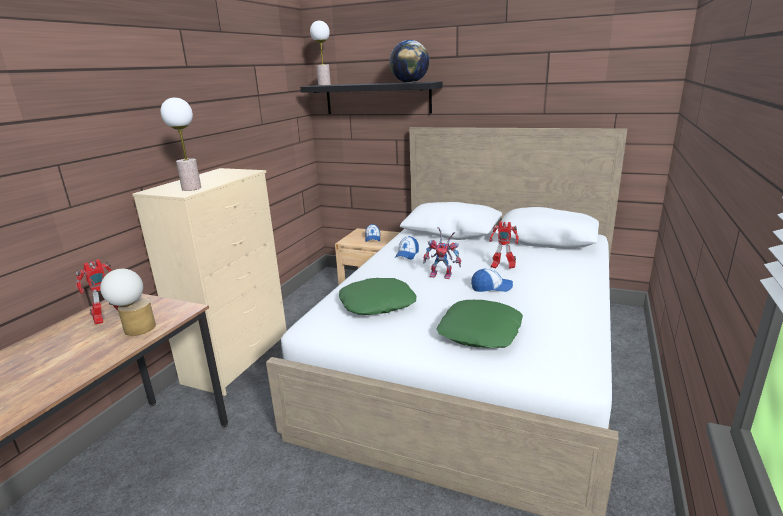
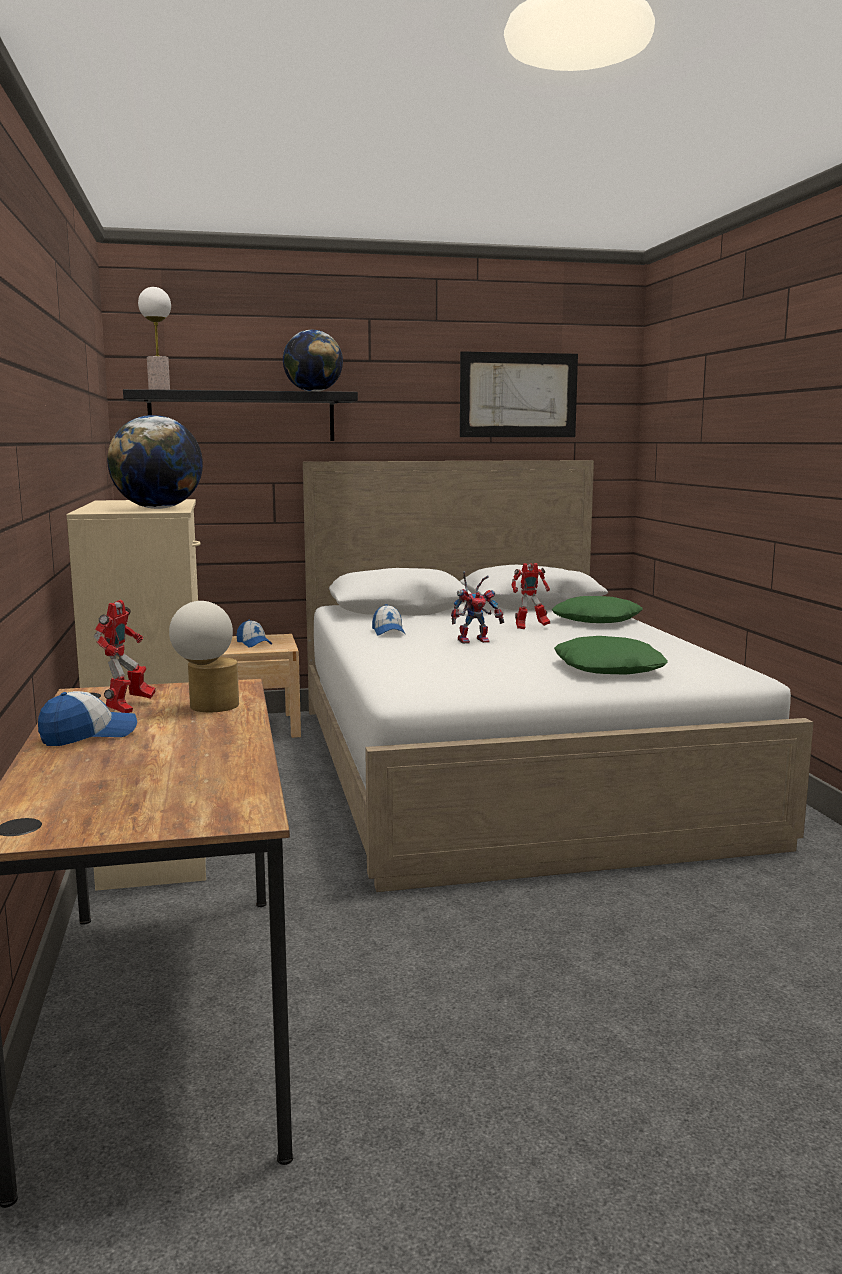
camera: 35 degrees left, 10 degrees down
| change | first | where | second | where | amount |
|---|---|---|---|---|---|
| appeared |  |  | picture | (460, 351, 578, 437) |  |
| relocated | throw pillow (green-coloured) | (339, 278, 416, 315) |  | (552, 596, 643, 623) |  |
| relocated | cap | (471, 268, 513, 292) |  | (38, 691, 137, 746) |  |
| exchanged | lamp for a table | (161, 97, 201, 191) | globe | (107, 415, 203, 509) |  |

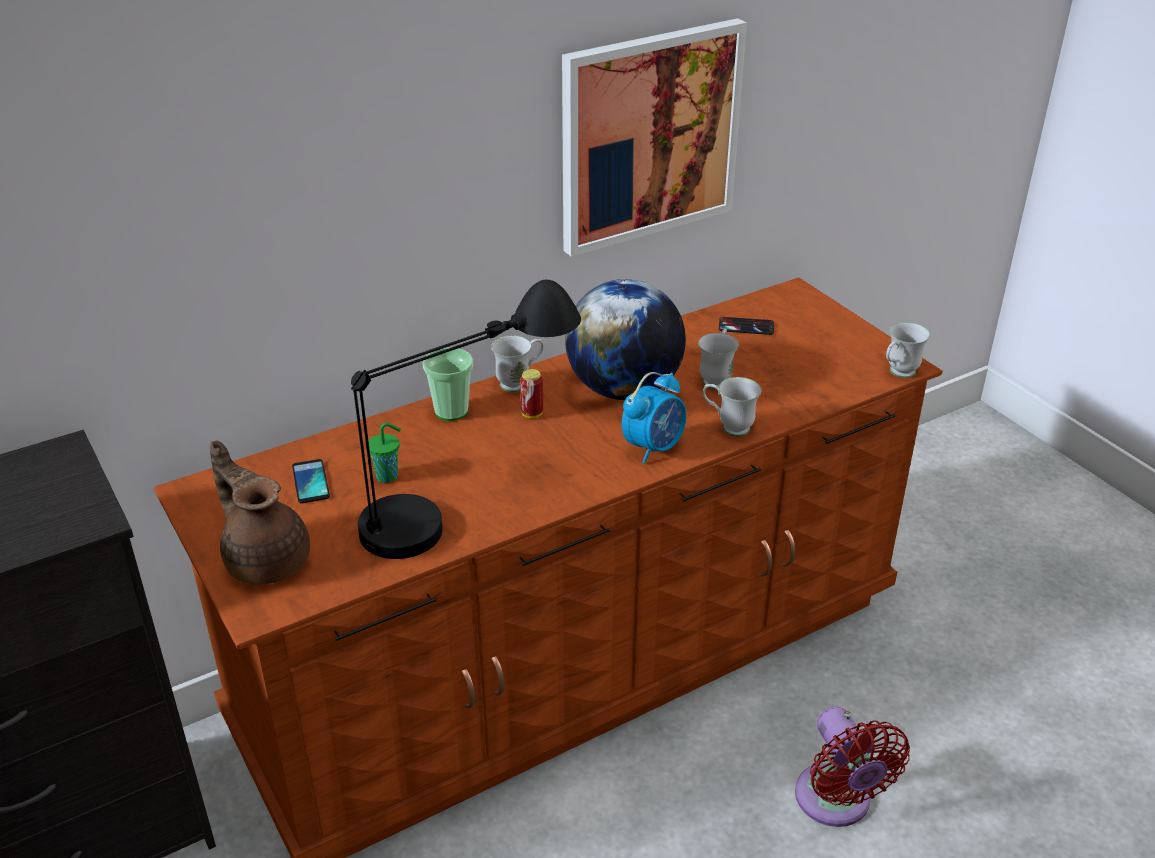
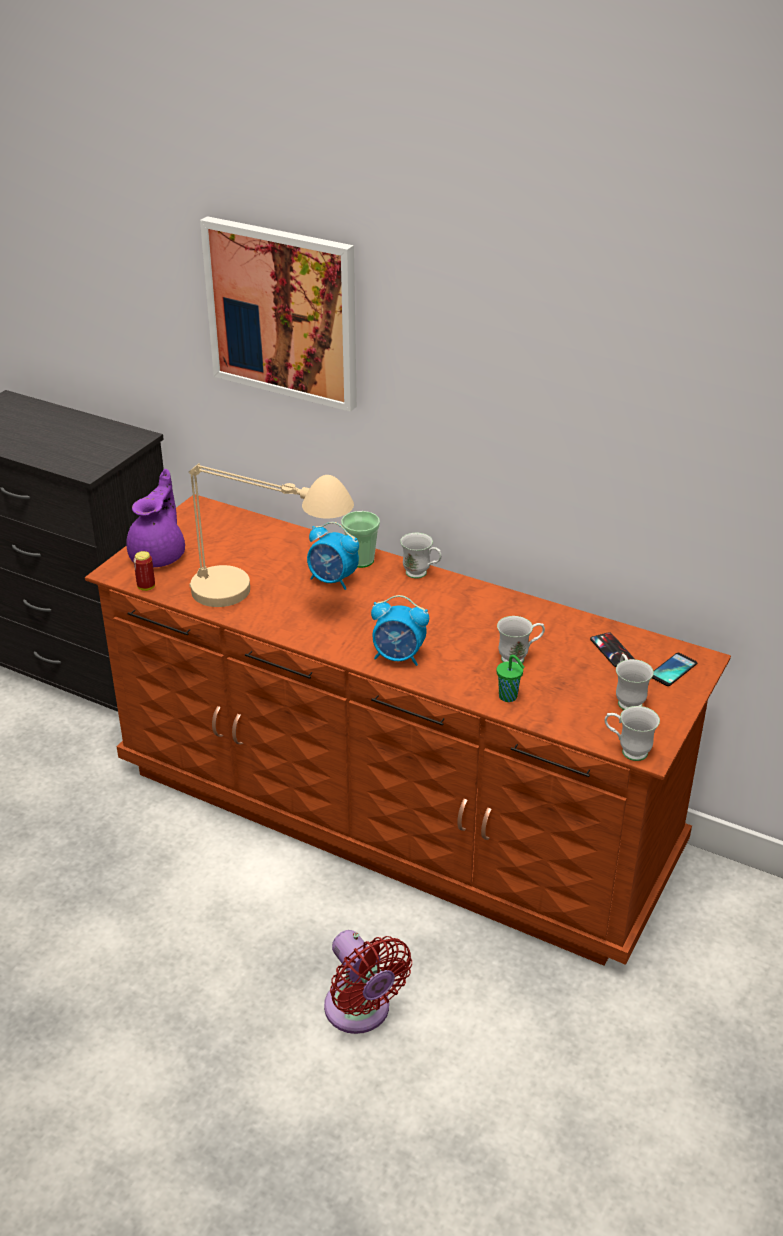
camera: 60 degrees right, 0 degrees up
| change | first | where | second | where | amount |
|---|---|---|---|---|---|
| missing | globe | (565, 279, 686, 400) |  |  |  |
| appeared |  |  | table clock | (307, 522, 359, 590) |  |
| relocated | telephone | (292, 459, 330, 503) |  | (652, 653, 697, 686) |  |
| relocated | small cup (green-coloured) | (369, 423, 401, 483) |  | (497, 655, 525, 702) |  |
| relocated | can | (520, 369, 543, 418) |  | (133, 551, 155, 591) |  |
| relocated | picture | (562, 18, 747, 257) |  | (200, 216, 357, 412) |  |
| relocated | tea mug (whitish) | (703, 377, 761, 437) |  | (616, 654, 654, 710) |  |
| colour | tea pot (brown) | (210, 440, 310, 585) | tea pot (purplish) | (127, 469, 185, 567) |  |
| colour | lamp for a table (black-coloured) | (351, 280, 581, 559) | lamp for a table (beige) | (189, 463, 354, 607) |  |
| spun | cooling fan (red) | (795, 707, 910, 827) |  | (324, 930, 412, 1034) | 75 degrees counterclockwise |

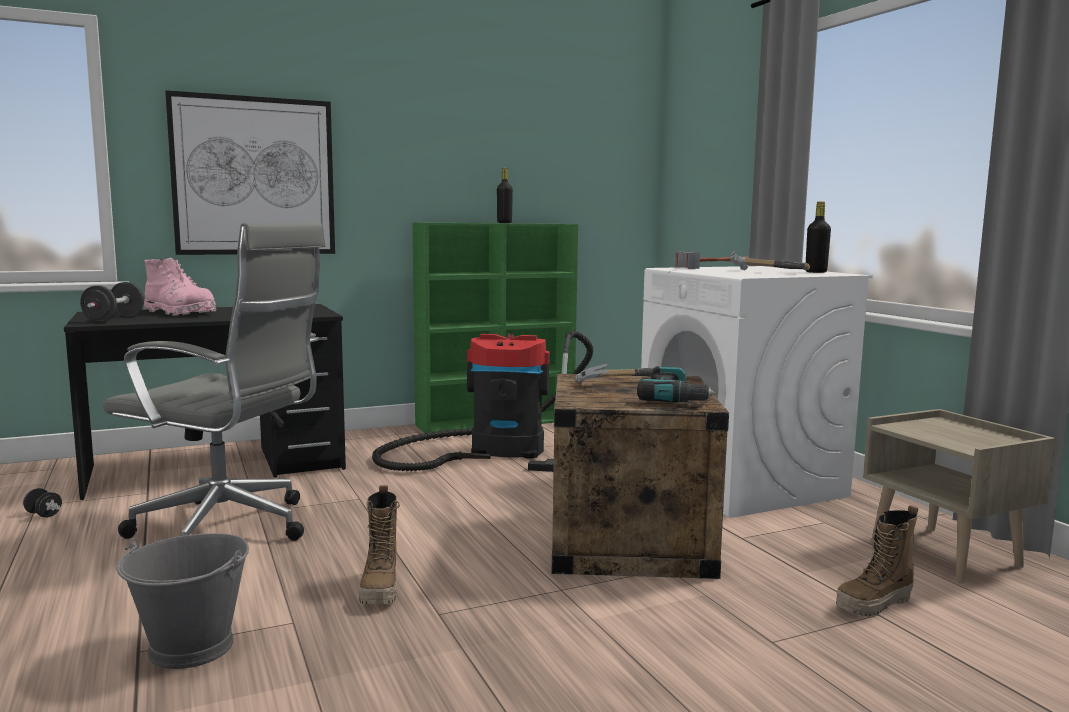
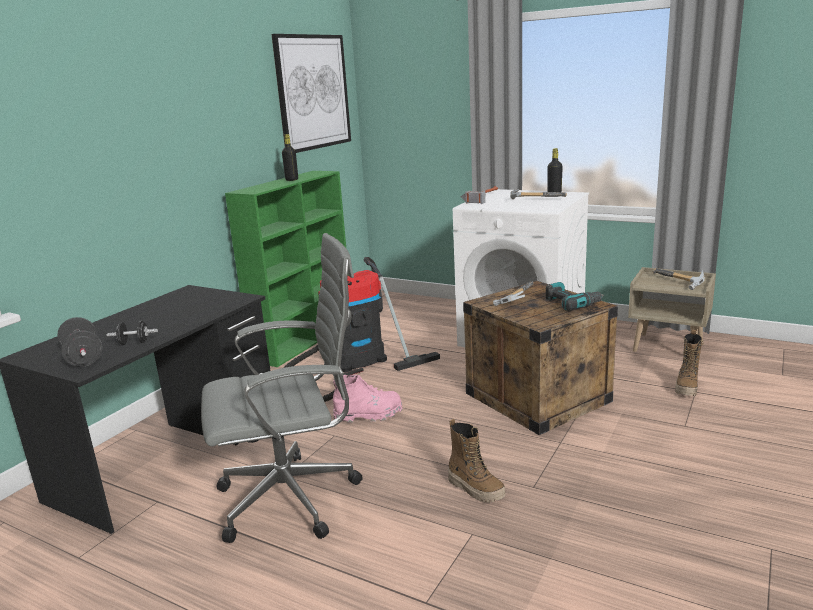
camera: 35 degrees left, 10 degrees up
| change | first | where | second | where | amount |
|---|---|---|---|---|---|
| missing | pail (gray) | (116, 533, 249, 669) |  |  |  |
| appeared |  |  | hand hammer | (653, 268, 705, 290) |  |
| relocated | dumbbell (black-coloured) | (23, 488, 62, 517) |  | (107, 321, 158, 345) |  |
| relocated | high-top boot (pink-coloured) | (144, 258, 216, 316) |  | (333, 375, 402, 423) |  |
| relocated | picture | (165, 90, 335, 255) |  | (271, 34, 351, 153) |  |

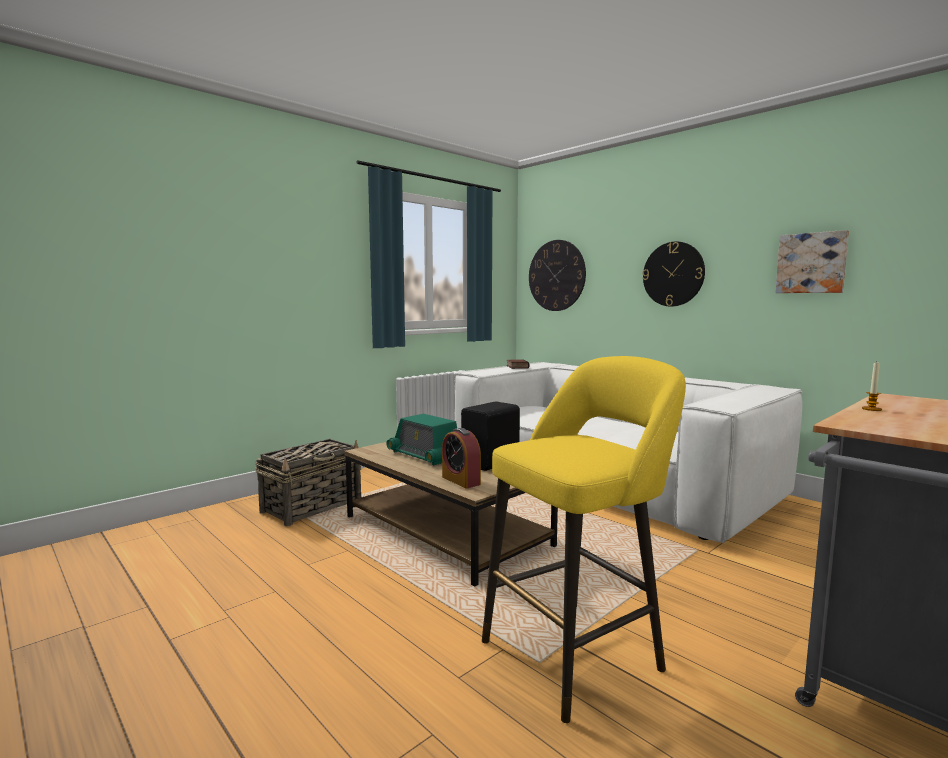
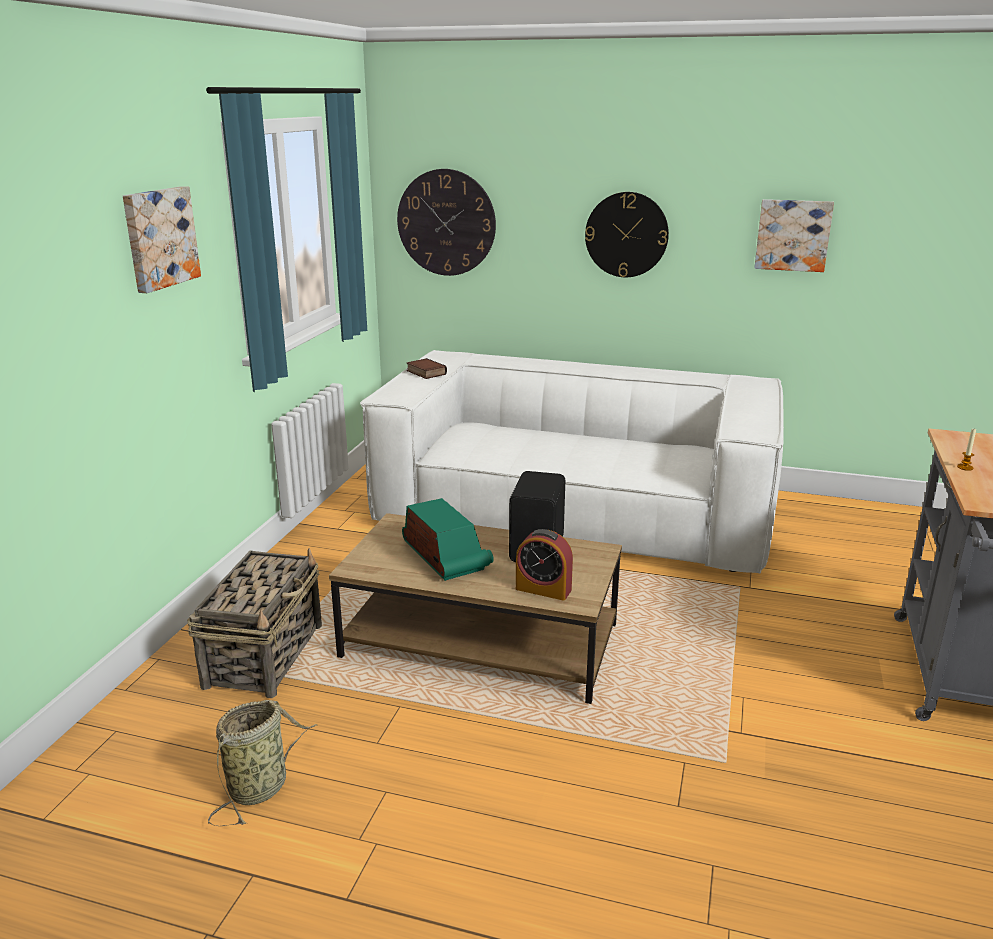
camera: 30 degrees left, 15 degrees up
| change | first | where | second | where | amount |
|---|---|---|---|---|---|
| missing | stool (yellow-coloured) | (482, 356, 686, 723) |  |  |  |
| appeared |  |  | picture | (123, 186, 201, 293) |  |
| appeared |  |  | household basket | (208, 700, 318, 826) |  |
| spun | radio | (386, 414, 457, 465) |  | (402, 498, 494, 581) | 135 degrees counterclockwise |

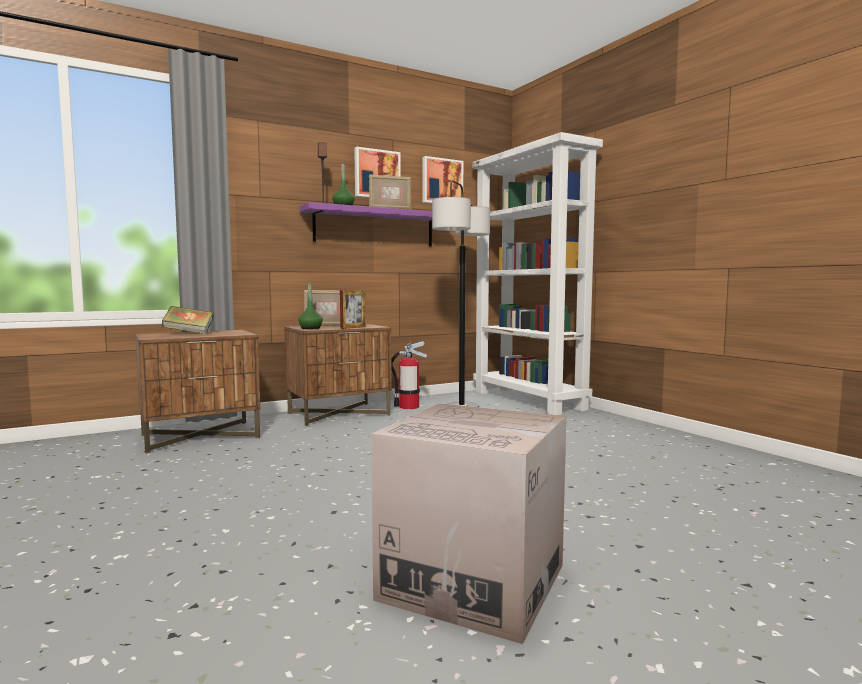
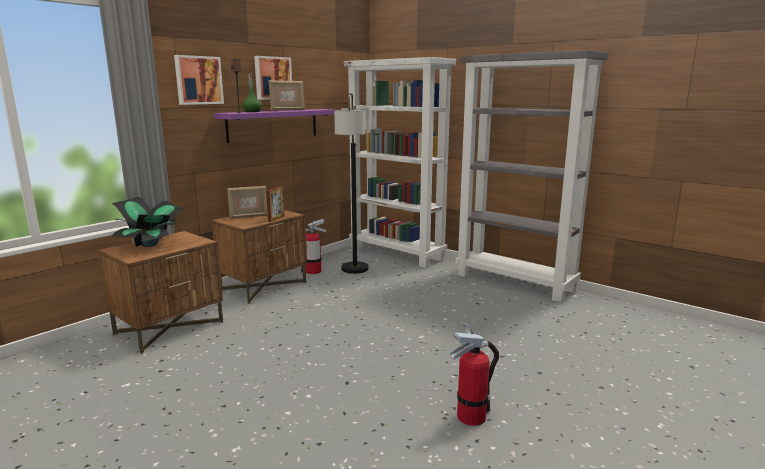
camera: 20 degrees left, 10 degrees up
| change | first | where | second | where | amount |
|---|---|---|---|---|---|
| missing | bottle (green-coloured) | (298, 283, 323, 329) |  |  |  |
| appeared |  |  | bookshelf (gray) | (455, 50, 608, 302) |  |
| relocated | picture | (422, 156, 463, 203) |  | (174, 55, 224, 105) |  |
| exchanged | volume | (162, 306, 214, 334) | plant in a pot | (111, 197, 184, 247) |  |
| exchanged | packing box | (371, 403, 566, 644) | extinguisher | (450, 323, 499, 426) |  |

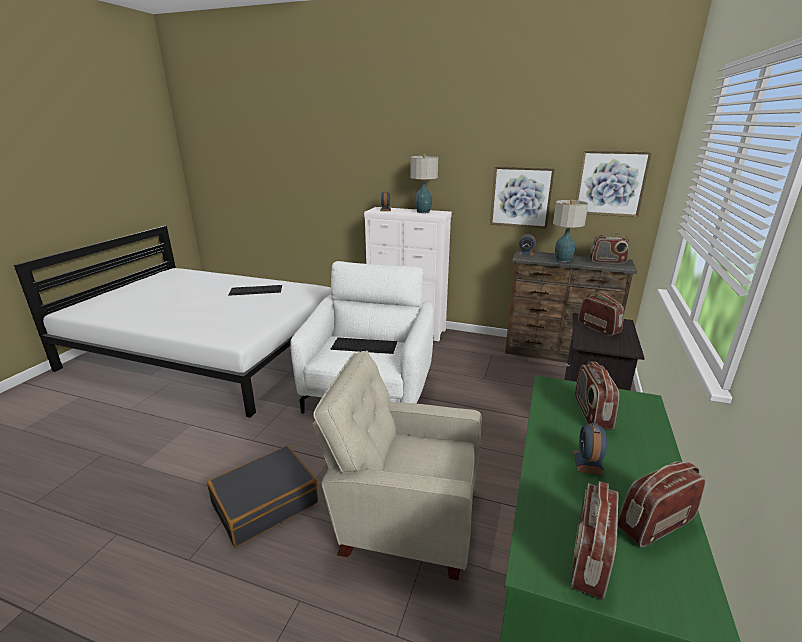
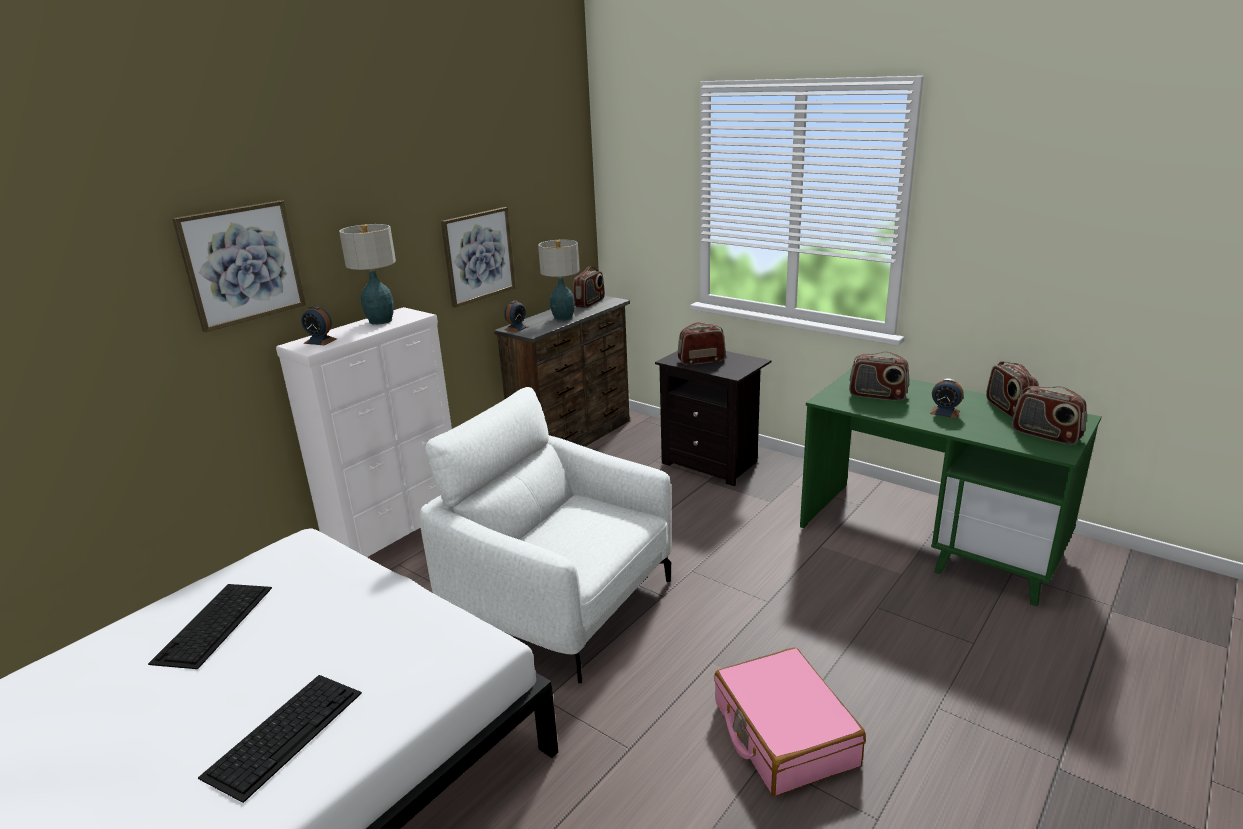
camera: 70 degrees left, 0 degrees up
| change | first | where | second | where | amount |
|---|---|---|---|---|---|
| missing | lounge chair (beige) | (313, 350, 482, 580) |  |  |  |
| relocated | computer keyboard | (331, 338, 397, 354) |  | (198, 675, 362, 803) |  |
| relocated | picture | (576, 150, 652, 217) |  | (172, 200, 306, 332) |  |
| colour | travel case (black-coloured) | (207, 446, 318, 547) | travel case (pink-coloured) | (714, 647, 866, 796) |  |

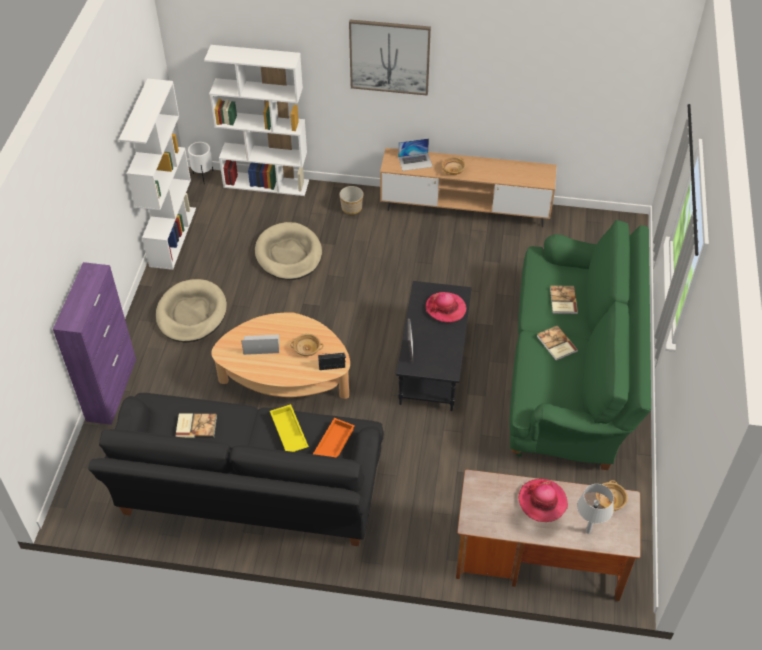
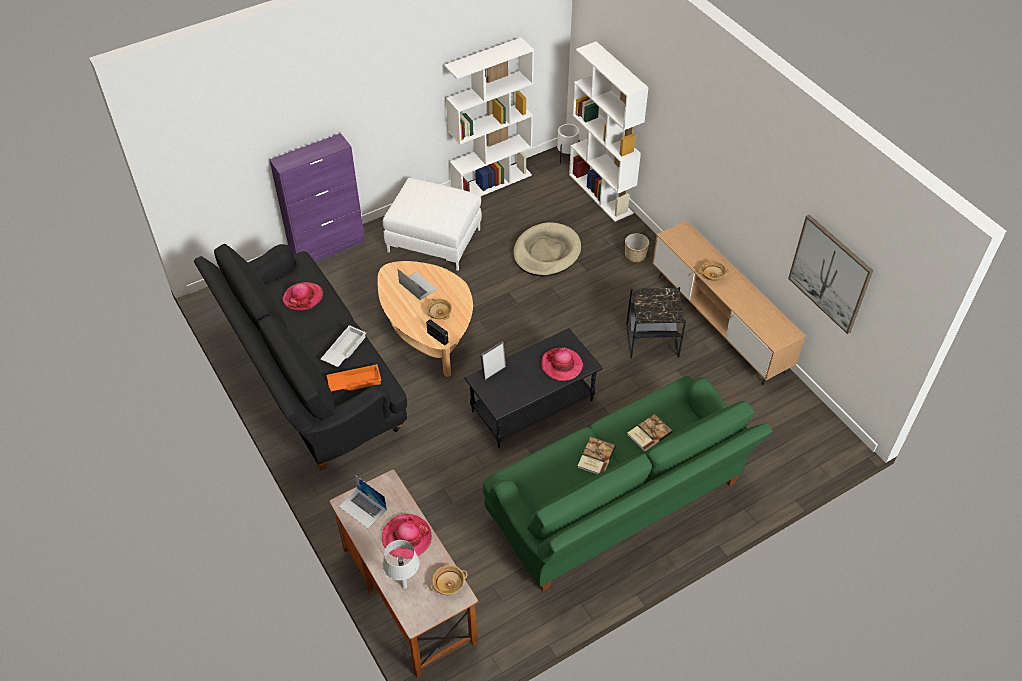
camera: 50 degrees right, 0 degrees up
| change | first | where | second | where | amount |
|---|---|---|---|---|---|
| appeared |  |  | side table (black-coloured) | (626, 287, 686, 358) |  |
| relocated | picture | (349, 20, 431, 96) |  | (788, 215, 873, 334) |  |
| relocated | notebook computer | (398, 138, 433, 171) |  | (339, 475, 387, 529) |  |
| exchanged | pet bed (beige) | (156, 279, 227, 343) | pouffe (whitish) | (383, 178, 482, 271) |  |
| exchanged | volume | (175, 414, 217, 438) | hat | (283, 282, 323, 310) |  |
| colour | carrying tray (yellow-coloured) | (270, 404, 309, 452) | carrying tray (whitish) | (321, 325, 366, 367) |  |

